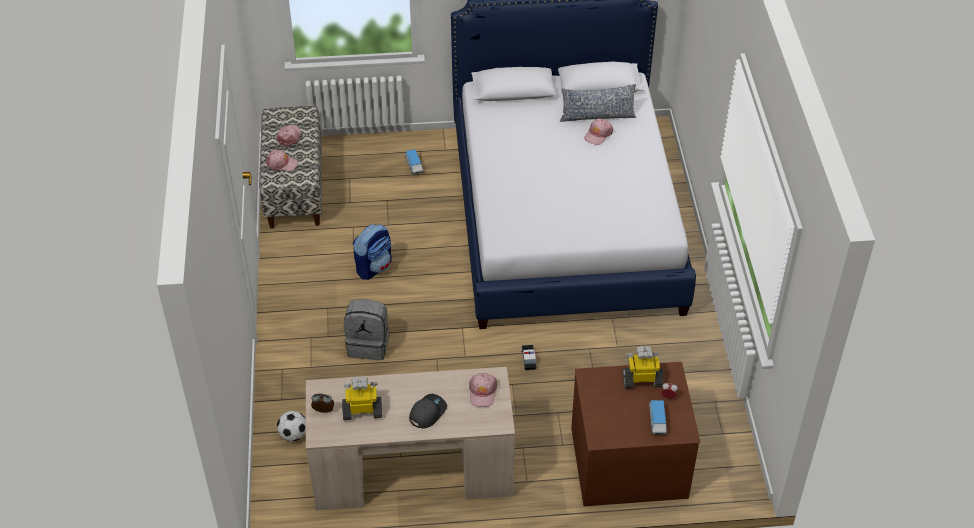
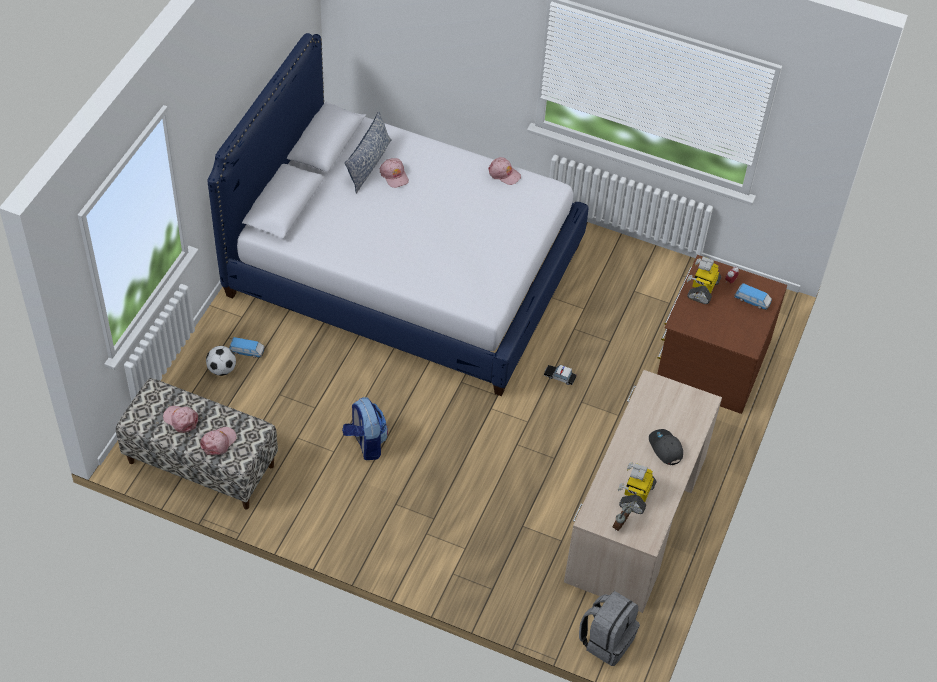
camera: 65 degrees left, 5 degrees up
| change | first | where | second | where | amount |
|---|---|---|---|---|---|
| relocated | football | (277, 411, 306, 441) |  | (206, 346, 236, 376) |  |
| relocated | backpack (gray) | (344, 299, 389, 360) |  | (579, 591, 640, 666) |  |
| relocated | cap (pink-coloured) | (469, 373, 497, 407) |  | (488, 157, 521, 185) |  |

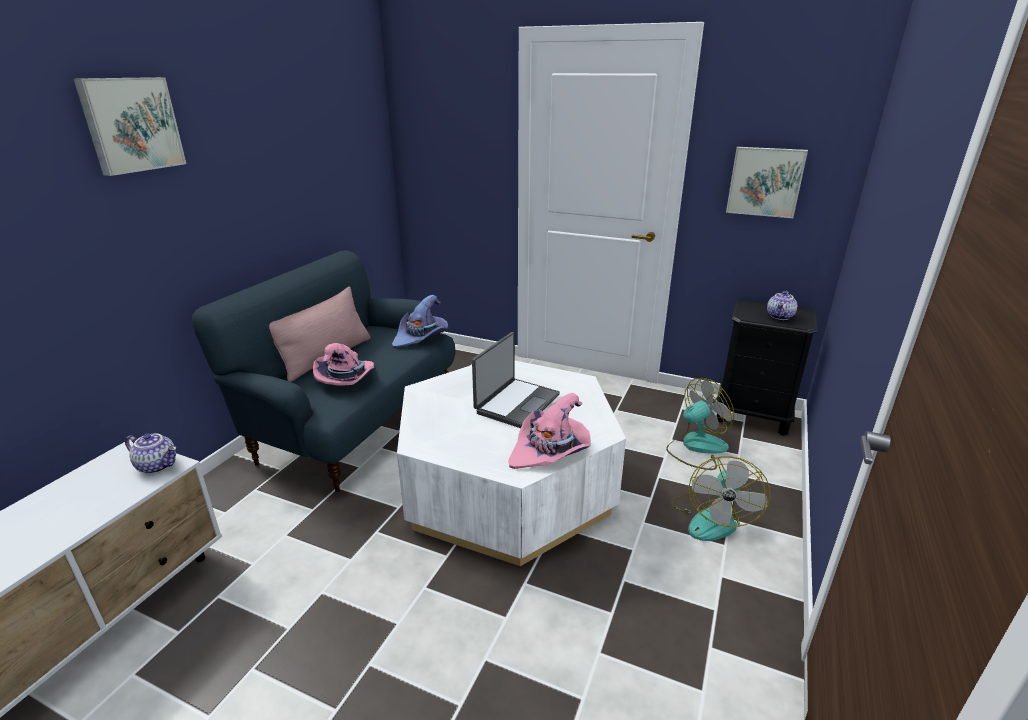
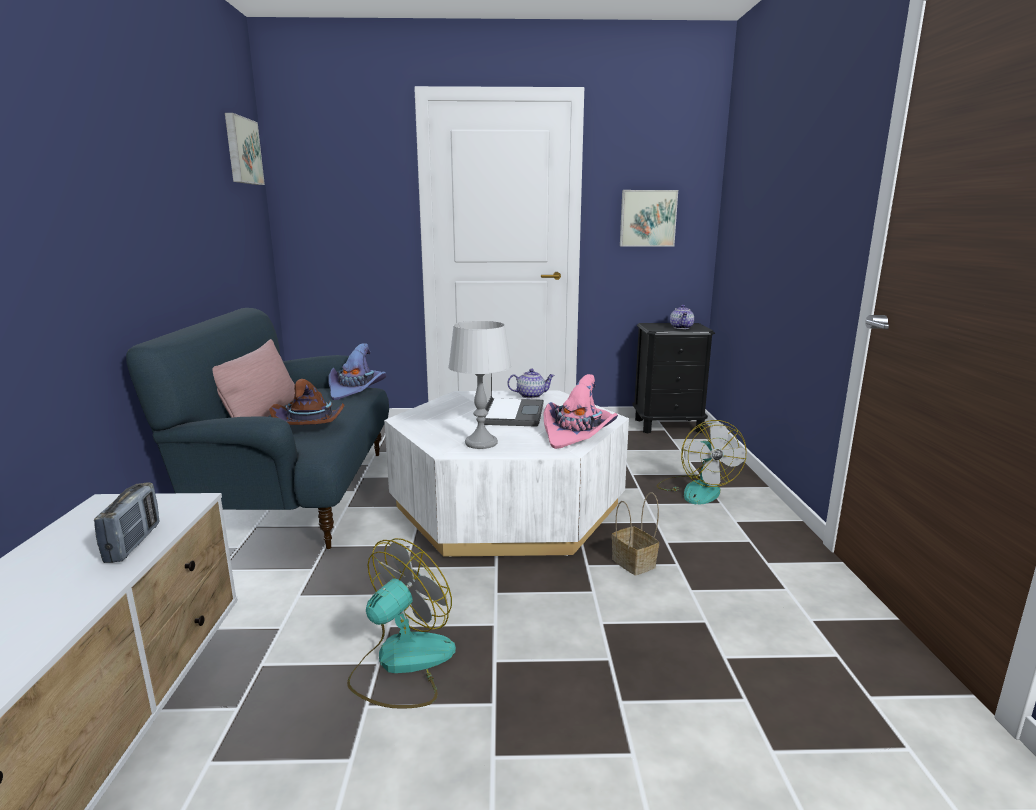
camera: 25 degrees left, 10 degrees down
| change | first | where | second | where | amount |
|---|---|---|---|---|---|
| appeared |  |  | radio | (94, 483, 160, 563) |  |
| appeared |  |  | lamp for a table (gray) | (448, 321, 512, 449) |  |
| appeared |  |  | household basket | (612, 492, 659, 575) |  |
| relocated | picture | (74, 77, 186, 176) |  | (225, 113, 265, 185) |  |
| relocated | tea pot | (125, 434, 176, 474) |  | (507, 369, 555, 399) |  |
| relocated | cooling fan | (666, 378, 734, 470) |  | (347, 538, 456, 709) |  |
| colour | hat (pink-coloured) | (313, 343, 375, 386) | hat (brown) | (269, 379, 345, 425) |  |

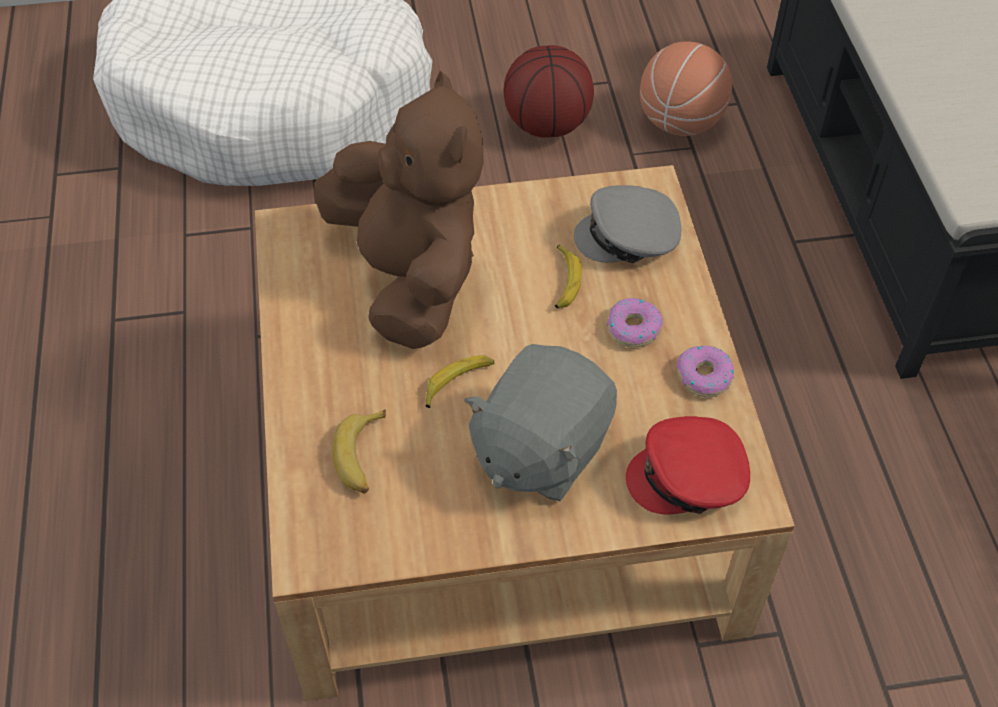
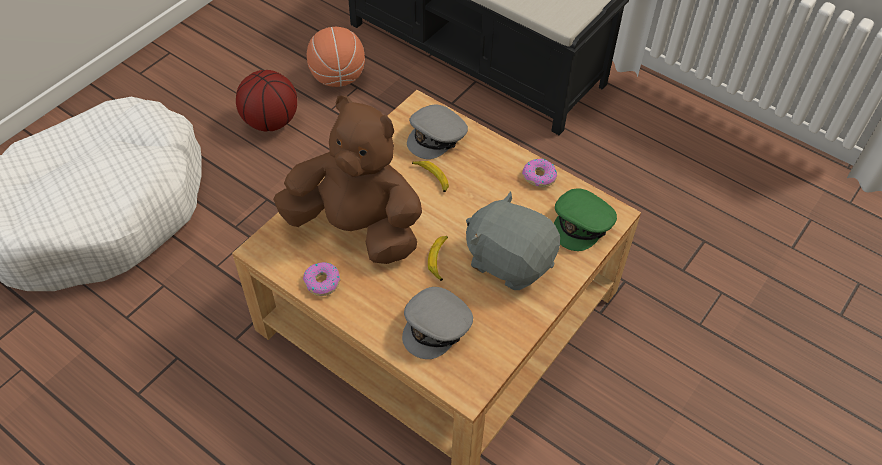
camera: 45 degrees left, 0 degrees up
| change | first | where | second | where | amount |
|---|---|---|---|---|---|
| relocated | donut | (607, 298, 663, 347) |  | (303, 262, 340, 296) |  |
| exchanged | whole banana | (332, 409, 386, 493) | cap (gray) | (402, 287, 473, 359) |  |
| colour | cap (red) | (626, 416, 750, 515) | cap (green-coloured) | (554, 188, 617, 251) |  |
| spun | cuddly toy (gray) | (464, 344, 617, 501) |  | (466, 191, 560, 290) | 135 degrees clockwise |

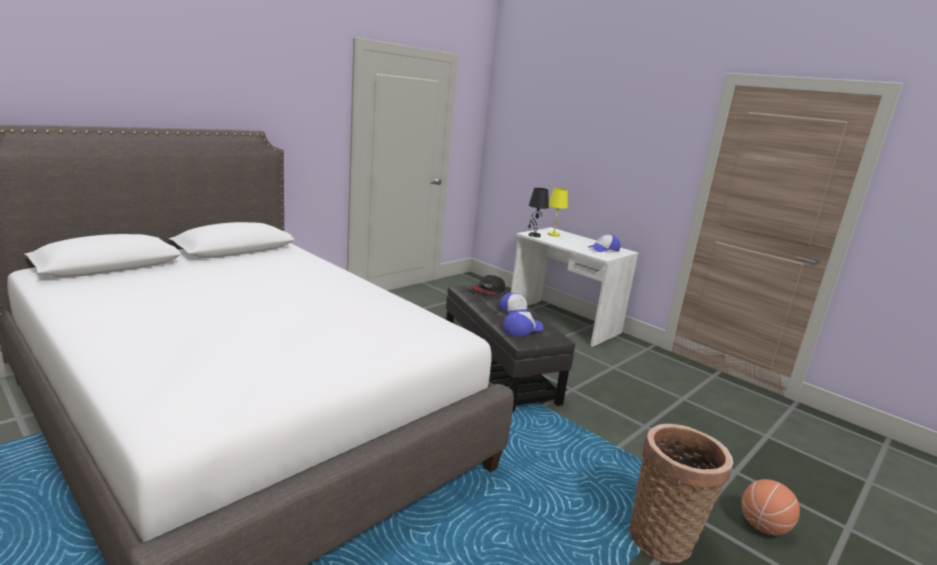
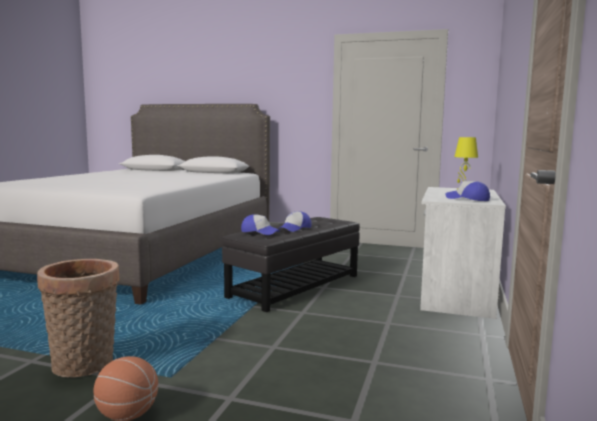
camera: 65 degrees right, 10 degrees down
| change | first | where | second | where | amount |
|---|---|---|---|---|---|
| missing | cap | (471, 275, 505, 294) |  |  |  |
| missing | lamp for a table (black-coloured) | (528, 188, 549, 237) |  |  |  |

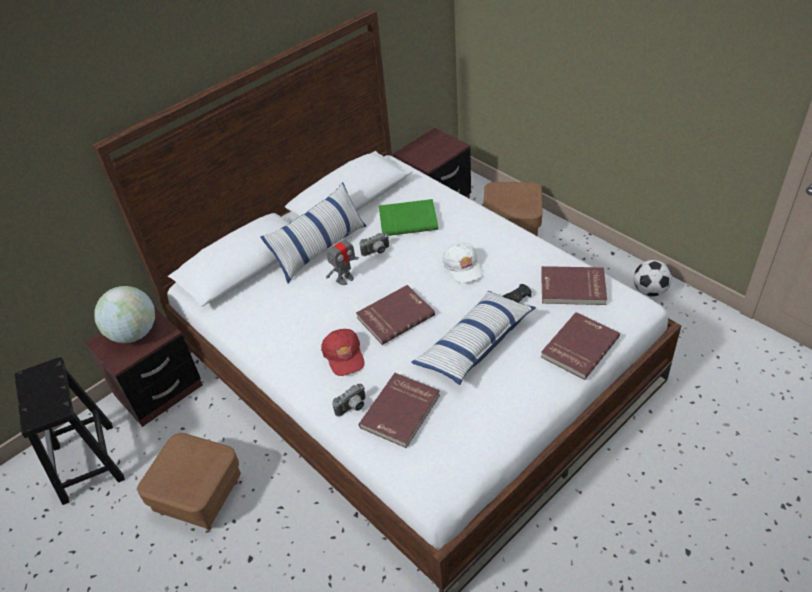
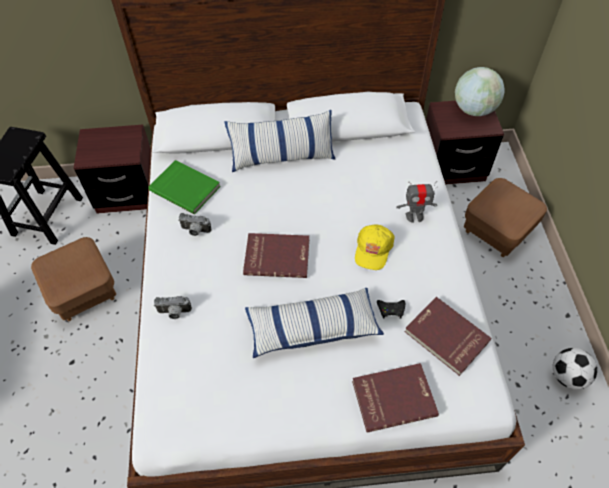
camera: 35 degrees right, 10 degrees up
| change | first | where | second | where | amount |
|---|---|---|---|---|---|
| missing | cap (red) | (321, 329, 365, 376) |  |  |  |
| missing | volume (red) | (359, 373, 440, 448) |  |  |  |
| relocated | globe | (94, 286, 155, 343) |  | (455, 67, 505, 116) |  |
| relocated | toy robot | (326, 232, 359, 285) |  | (396, 181, 438, 223) |  |
| relocated | photo camera | (360, 232, 389, 256) |  | (178, 213, 212, 236) |  |
| relocated | volume (green-coloured) | (379, 199, 438, 236) |  | (148, 160, 221, 214) |  |
| colour | cap (whitish) | (443, 243, 483, 283) | cap (yellow-coloured) | (355, 224, 394, 270) |  |

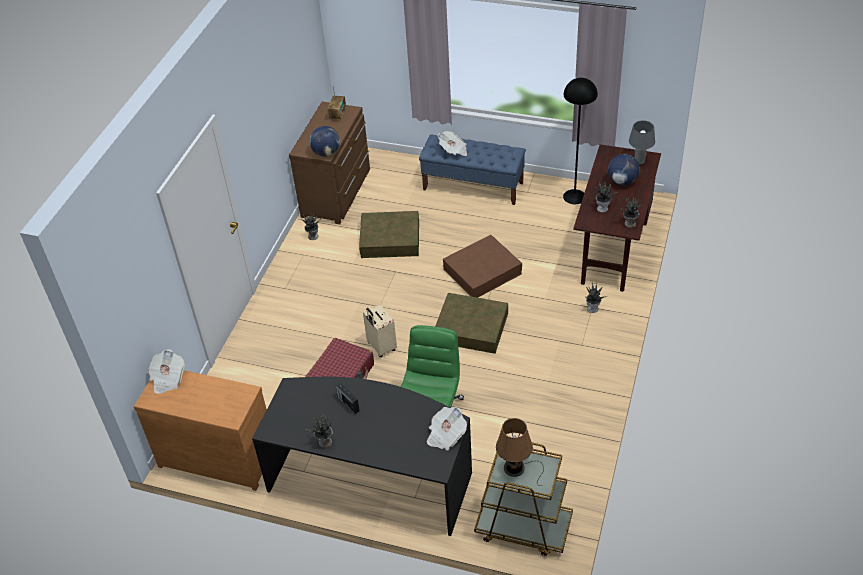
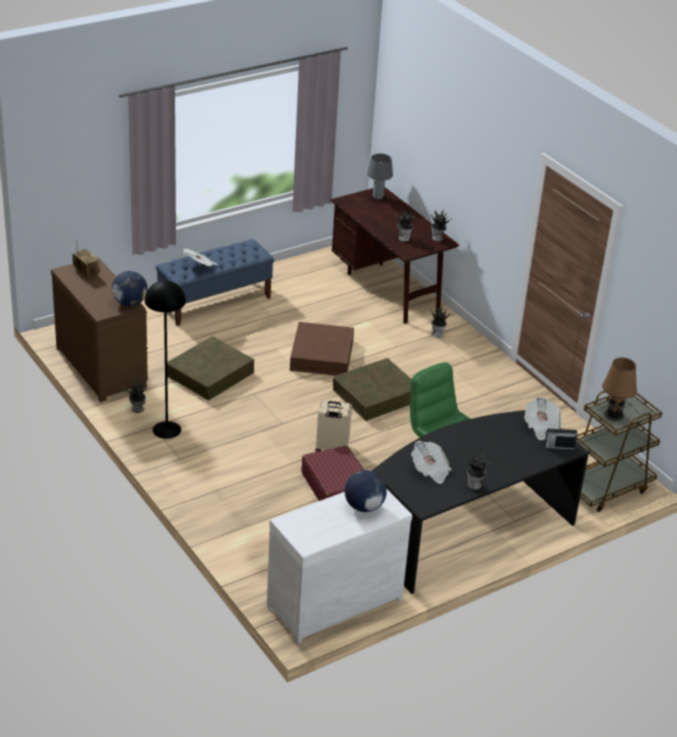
camera: 55 degrees left, 10 degrees down
| change | first | where | second | where | amount |
|---|---|---|---|---|---|
| relocated | daily paper | (148, 349, 185, 394) |  | (411, 441, 451, 484) |  |
| relocated | radio | (336, 382, 360, 414) |  | (545, 427, 577, 450) |  |
| relocated | standard lamp (black-coloured) | (563, 78, 598, 204) |  | (145, 280, 186, 439) |  |
| relocated | globe | (608, 154, 640, 185) |  | (345, 470, 387, 512) |  |
| colour | chest of drawers (brown) | (134, 370, 267, 491) | chest of drawers (whitish) | (267, 490, 412, 644) |  |

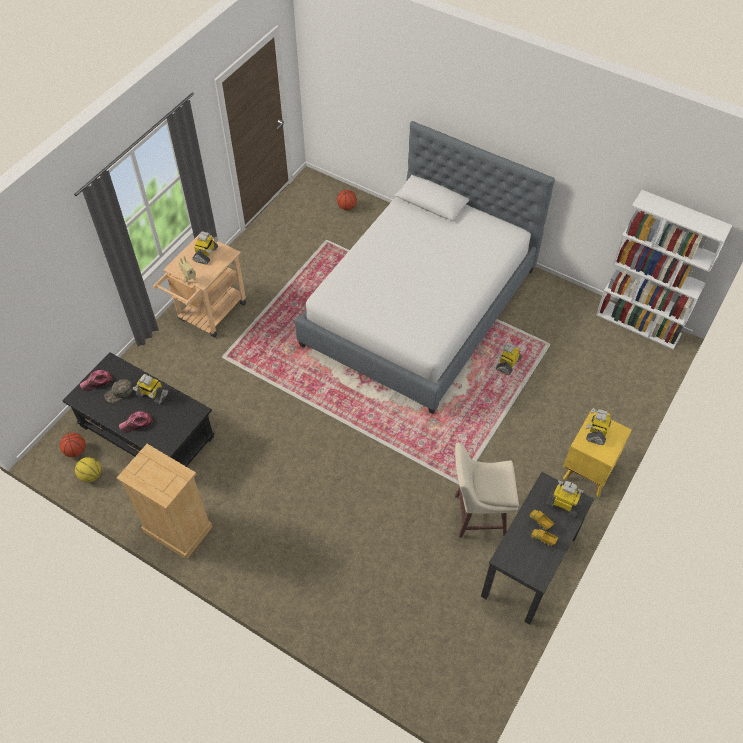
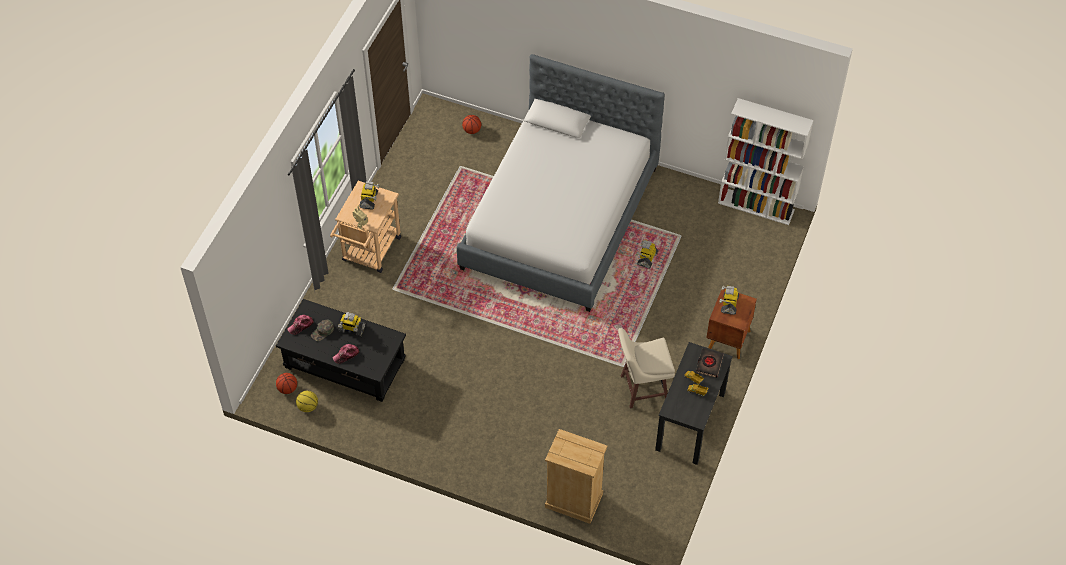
camera: 10 degrees left, 0 degrees up
| change | first | where | second | where | amount |
|---|---|---|---|---|---|
| relocated | chest of drawers (beige) | (117, 444, 213, 559) |  | (545, 429, 607, 524) |  |
| exchanged | toy robot | (546, 480, 583, 518) | volume (black-coloured) | (696, 348, 724, 378) |  |
| colour | nightstand (yellow-coloured) | (563, 410, 632, 497) | nightstand (brown) | (706, 288, 757, 359) |  |

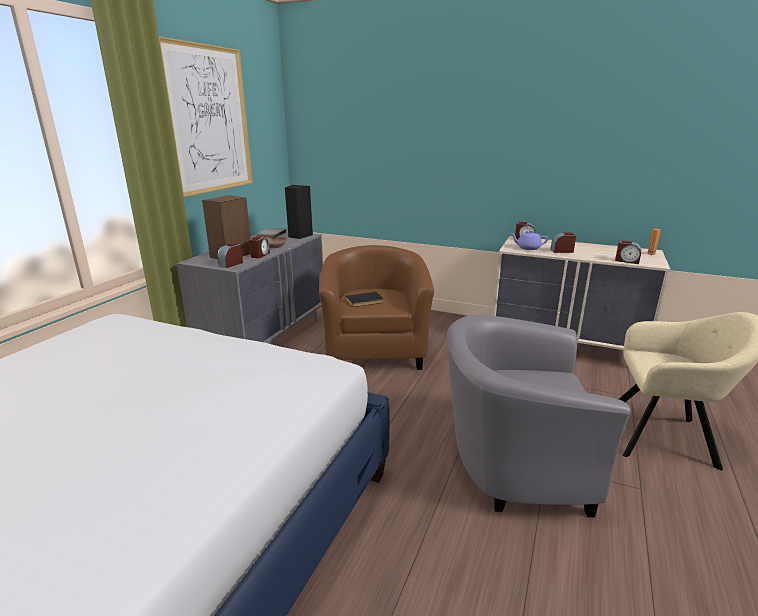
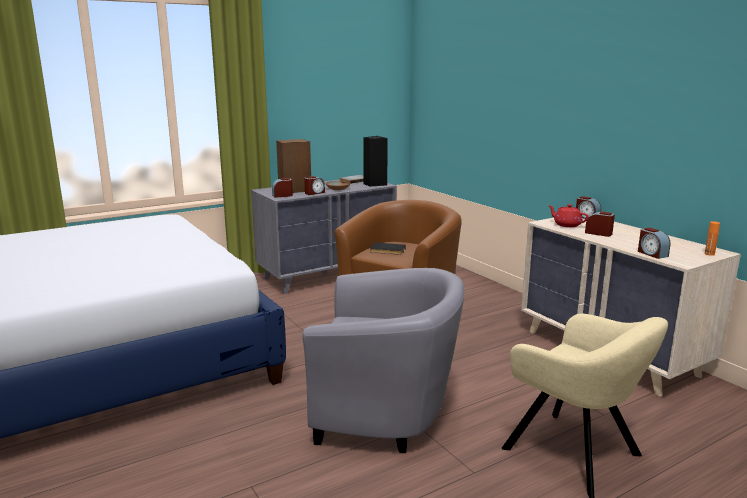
camera: 35 degrees right, 5 degrees down
| change | first | where | second | where | amount |
|---|---|---|---|---|---|
| missing | picture | (159, 36, 253, 198) |  |  |  |
| colour | tea pot (purplish) | (510, 230, 548, 250) | tea pot (red) | (548, 204, 589, 227) |  |
| spun | lounge chair (gray) | (447, 315, 631, 518) |  | (302, 268, 465, 453) | 150 degrees clockwise |

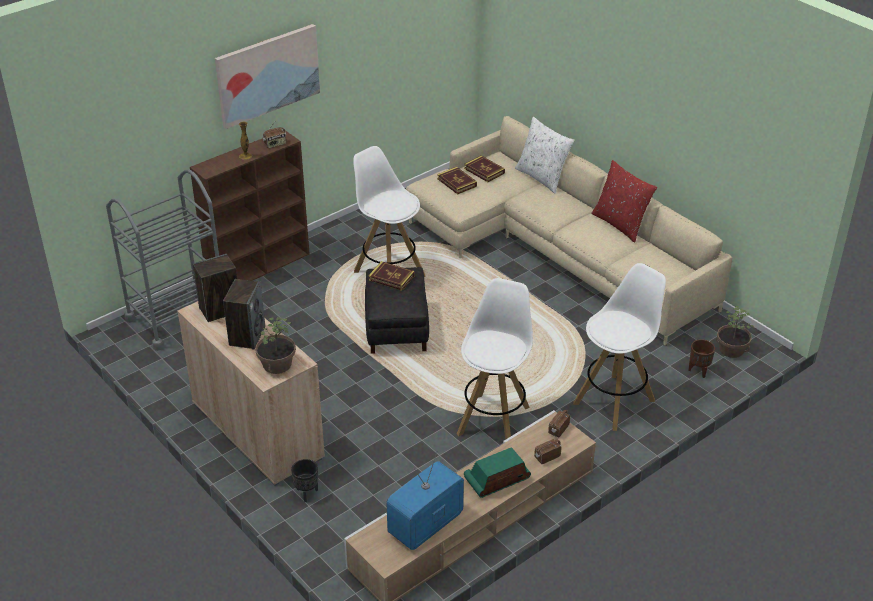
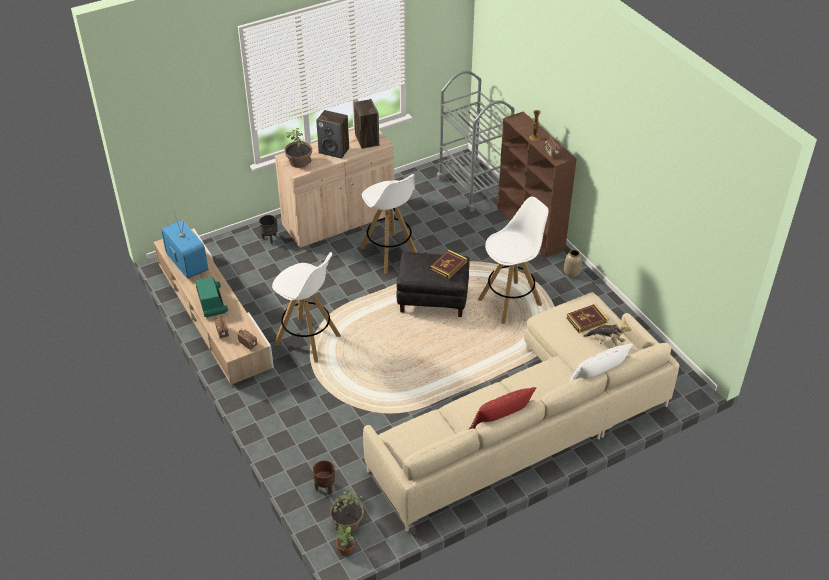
camera: 100 degrees right, 5 degrees up
| change | first | where | second | where | amount |
|---|---|---|---|---|---|
| missing | picture | (215, 24, 320, 129) |  |  |  |
| appeared |  |  | plant in a pot | (336, 524, 355, 554) |  |
| appeared |  |  | vase | (564, 250, 582, 278) |  |
| relocated | stool (whitish) | (573, 263, 666, 431) |  | (360, 174, 417, 274) |  |
| exchanged | volume | (464, 156, 505, 182) | cuddly toy | (583, 318, 631, 347) |  |

